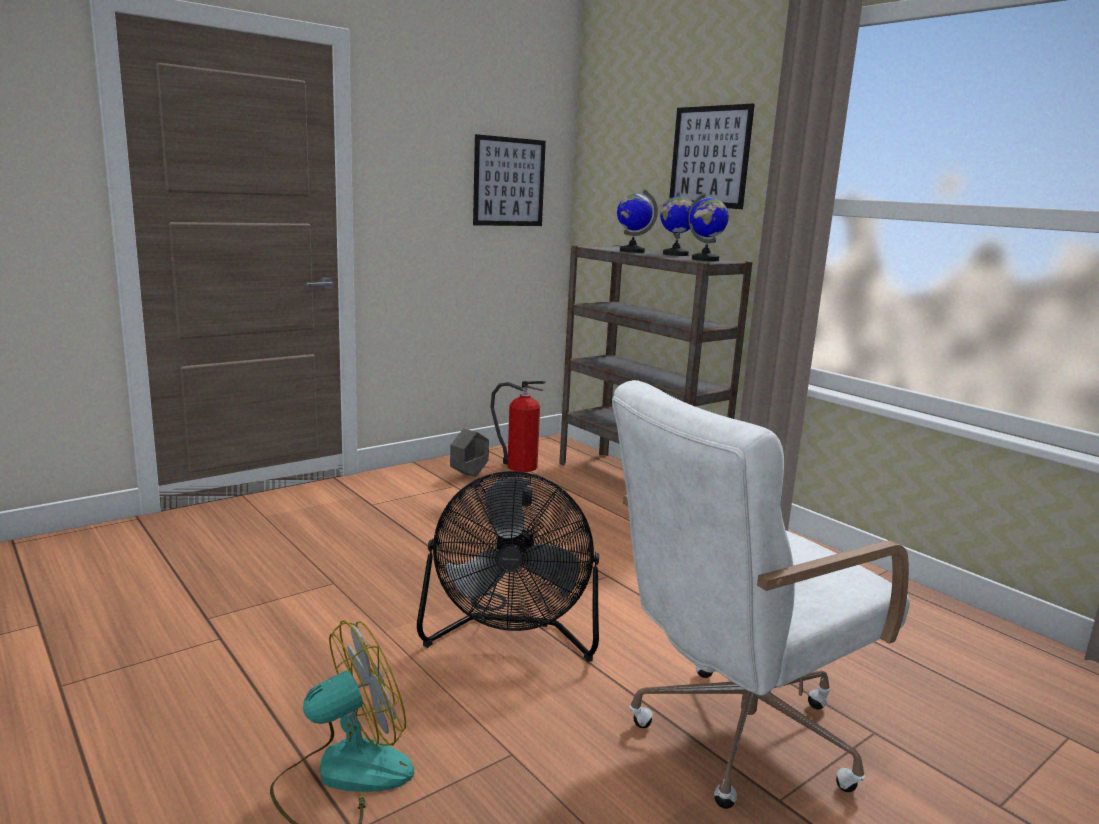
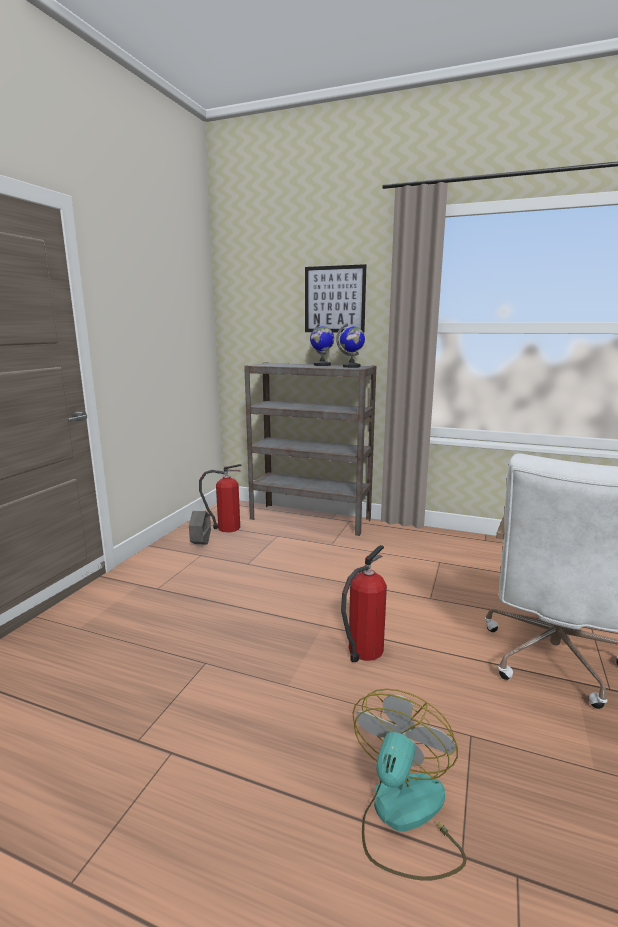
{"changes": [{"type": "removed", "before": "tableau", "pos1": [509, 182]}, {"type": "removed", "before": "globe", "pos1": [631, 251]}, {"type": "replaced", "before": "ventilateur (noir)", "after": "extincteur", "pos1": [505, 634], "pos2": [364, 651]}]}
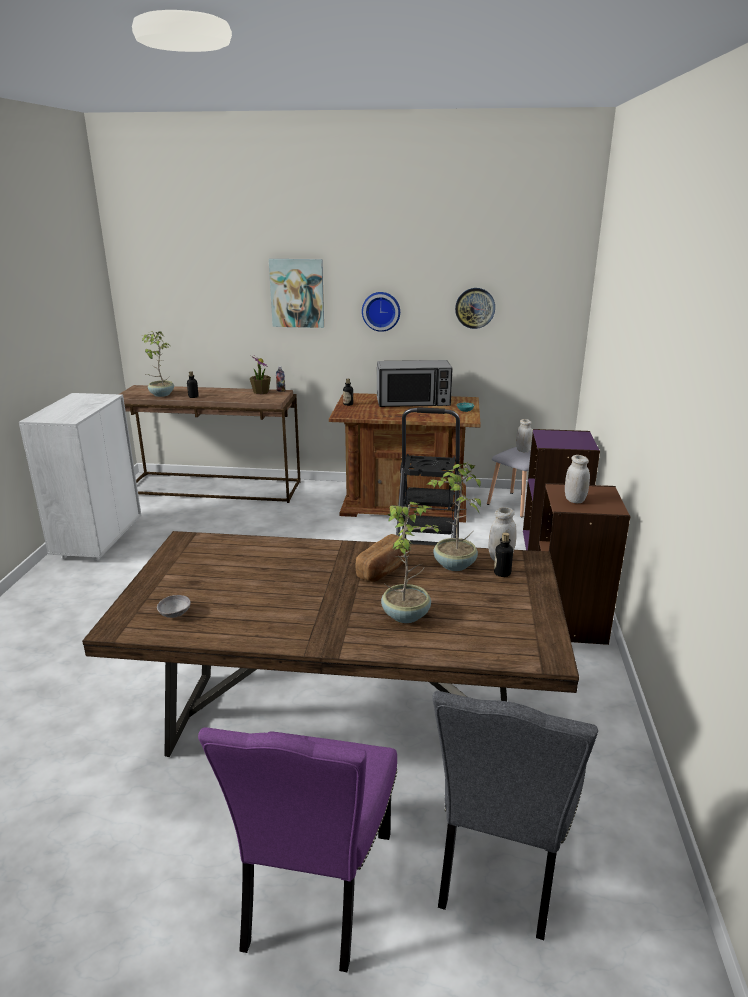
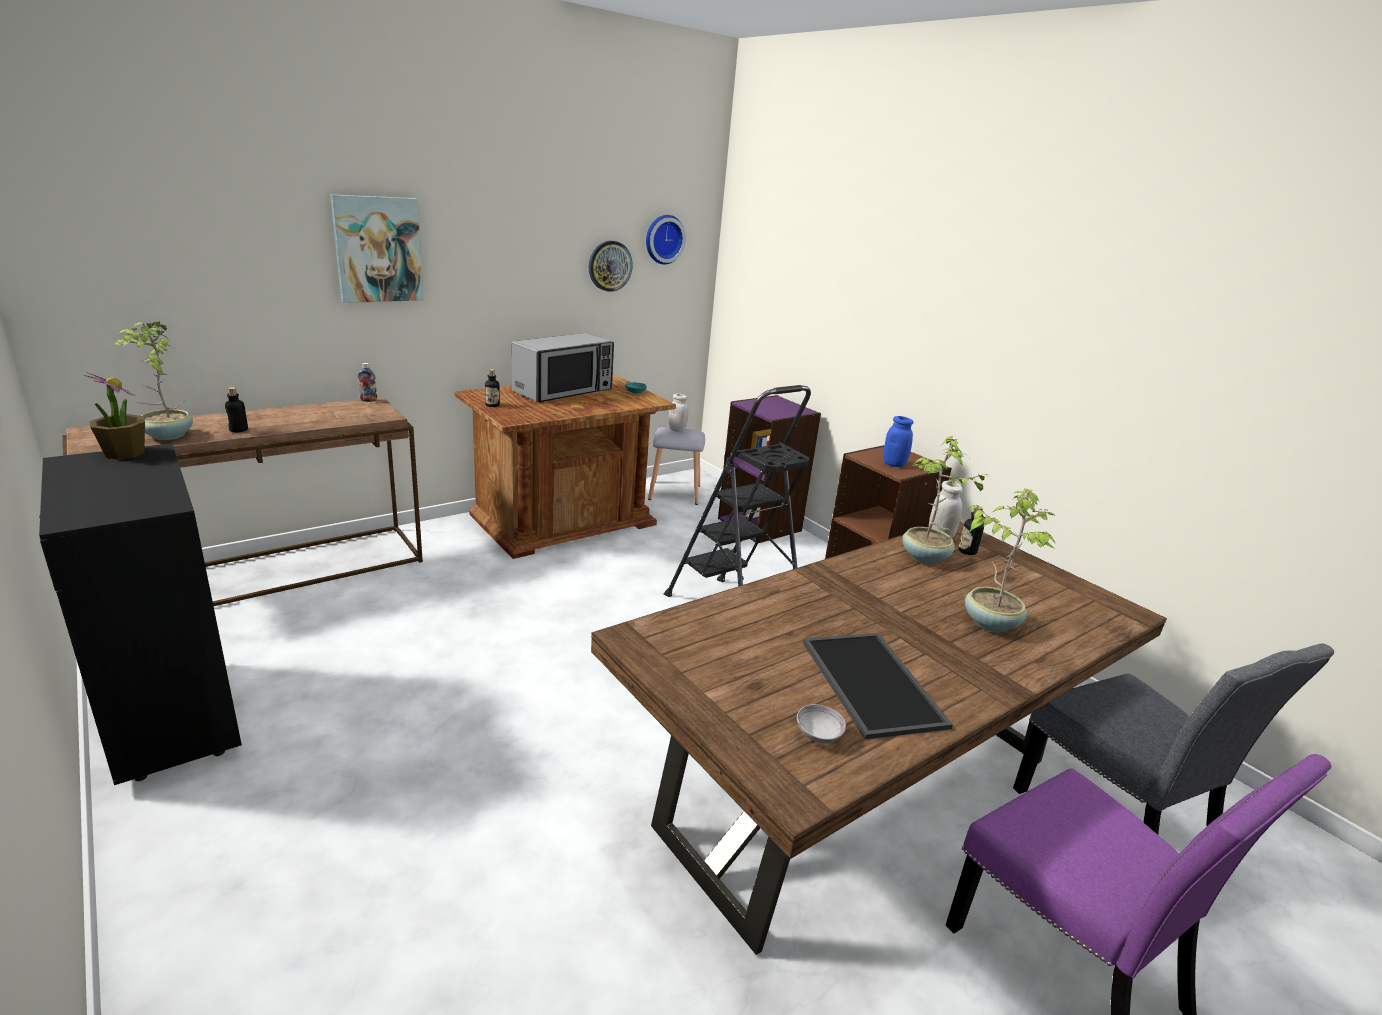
{"changes": [{"type": "moved", "before": "horloge murale", "pos1": [381, 311], "pos2": [663, 239]}, {"type": "moved", "before": "plante en pot", "pos1": [261, 392], "pos2": [124, 453]}, {"type": "recoloured", "before": "meuble de rangement (blanc)", "after": "meuble de rangement (noir)", "pos1": [98, 540], "pos2": [172, 721]}, {"type": "recoloured", "before": "bocal (blanc)", "after": "bocal (bleu)", "pos1": [574, 500], "pos2": [894, 464]}, {"type": "removed", "before": "pain", "pos1": [384, 569]}, {"type": "added", "after": "plateau", "pos2": [868, 682]}]}
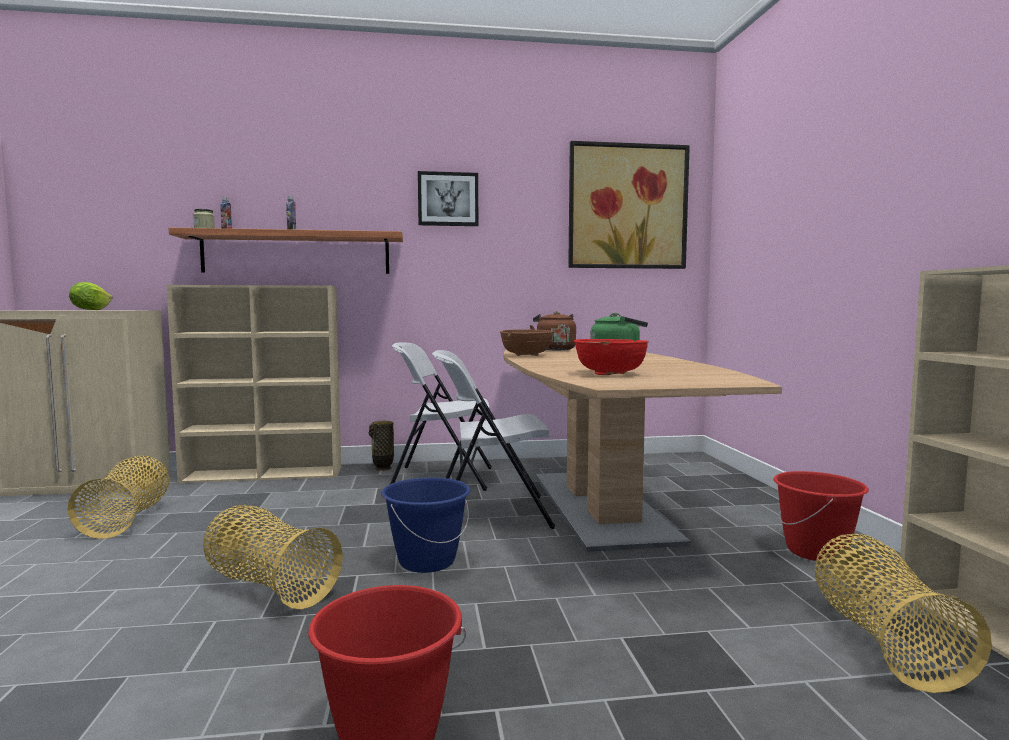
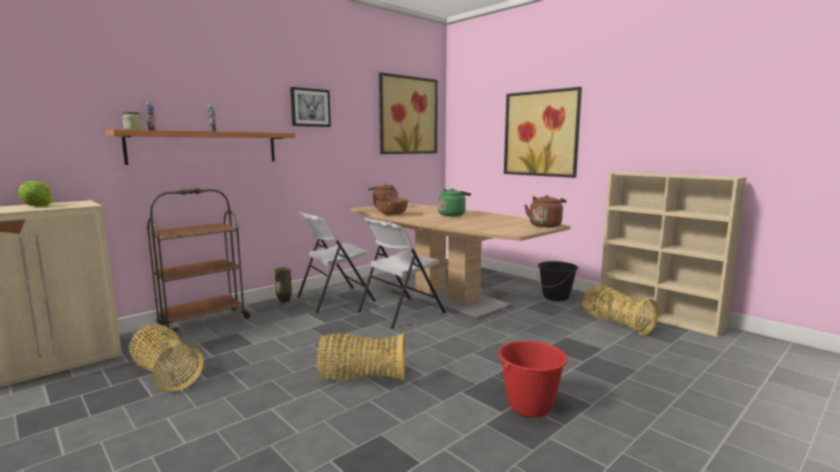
{"changes": [{"type": "replaced", "before": "bibliothèque (beige)", "after": "chariot (marron)", "pos1": [265, 474], "pos2": [203, 322]}, {"type": "removed", "before": "bol (rouge)", "pos1": [610, 374]}, {"type": "recoloured", "before": "seau (rouge)", "after": "seau (noir)", "pos1": [816, 551], "pos2": [556, 297]}, {"type": "removed", "before": "seau (bleu)", "pos1": [426, 561]}, {"type": "added", "after": "tableau", "pos2": [541, 133]}, {"type": "added", "after": "bouilloire (marron)", "pos2": [545, 225]}]}
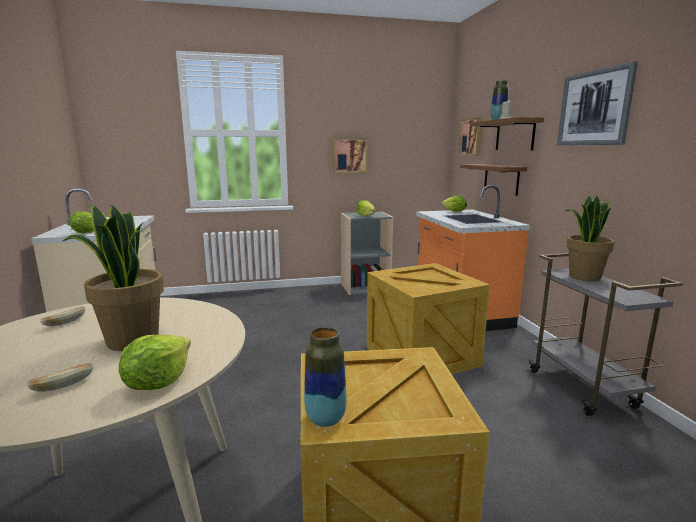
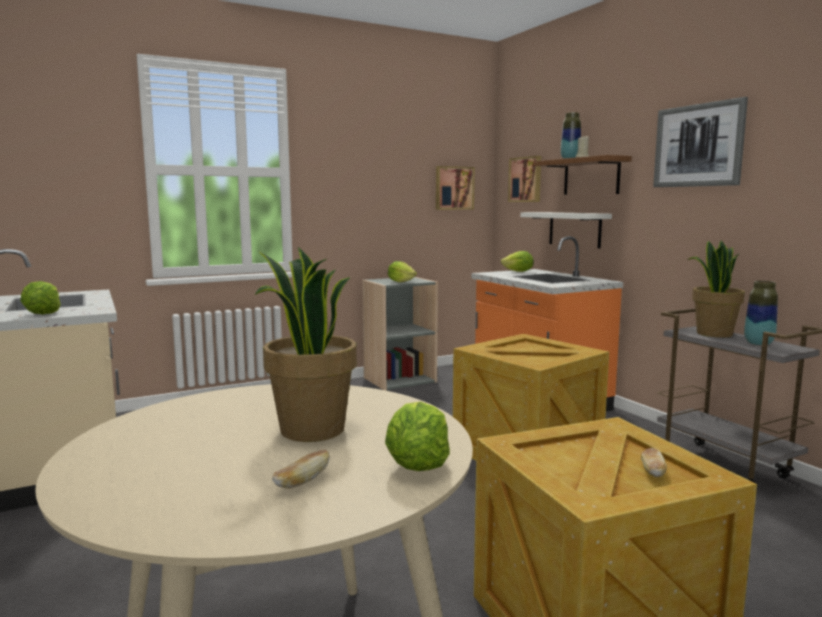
{"changes": [{"type": "moved", "before": "tableau", "pos1": [349, 155], "pos2": [453, 188]}, {"type": "recoloured", "before": "étagère (marron)", "after": "étagère (blanc)", "pos1": [501, 179], "pos2": [574, 229]}, {"type": "moved", "before": "pain", "pos1": [65, 323], "pos2": [652, 472]}, {"type": "moved", "before": "vase", "pos1": [325, 419], "pos2": [758, 343]}]}
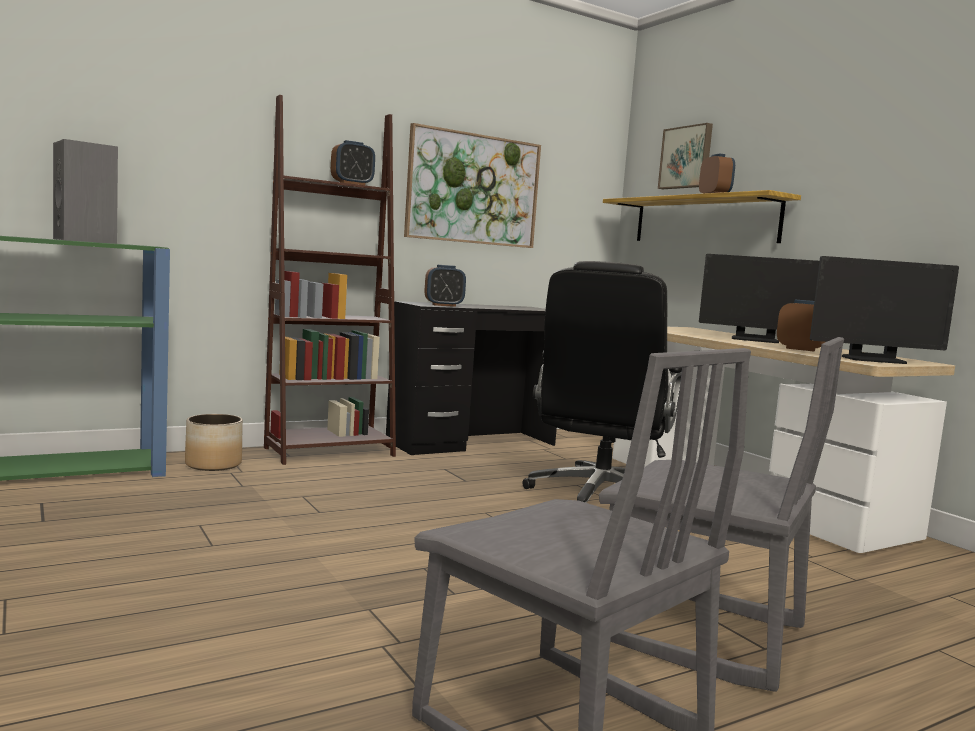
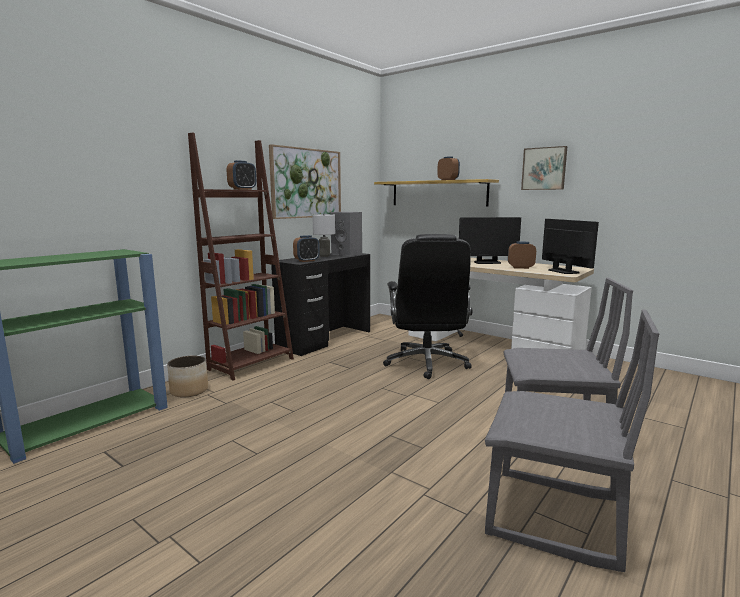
{"changes": [{"type": "moved", "before": "tableau", "pos1": [686, 157], "pos2": [544, 168]}, {"type": "moved", "before": "enceinte (gris)", "pos1": [86, 241], "pos2": [347, 254]}, {"type": "turned", "before": "écran d'ordinateur", "pos1": [873, 360], "pos2": [563, 271], "turn": -90}, {"type": "added", "after": "lampe de table (blanc)", "pos2": [324, 256]}]}
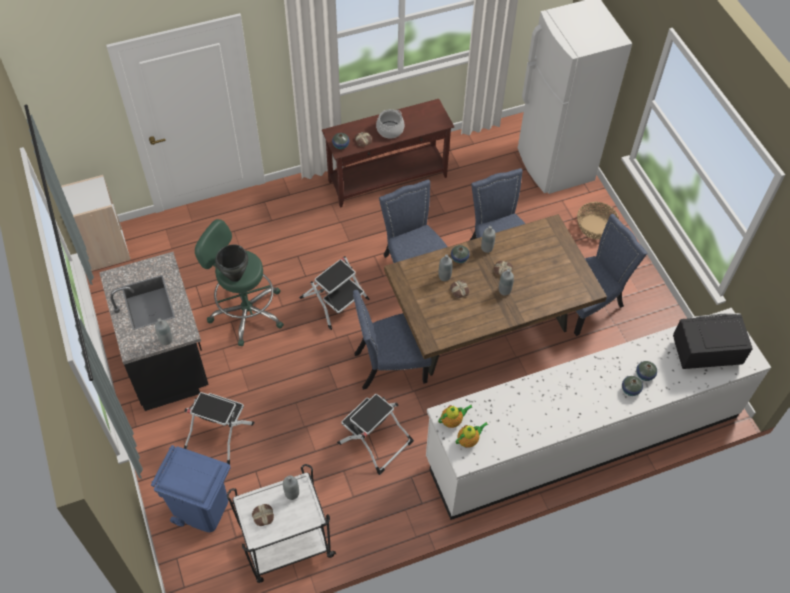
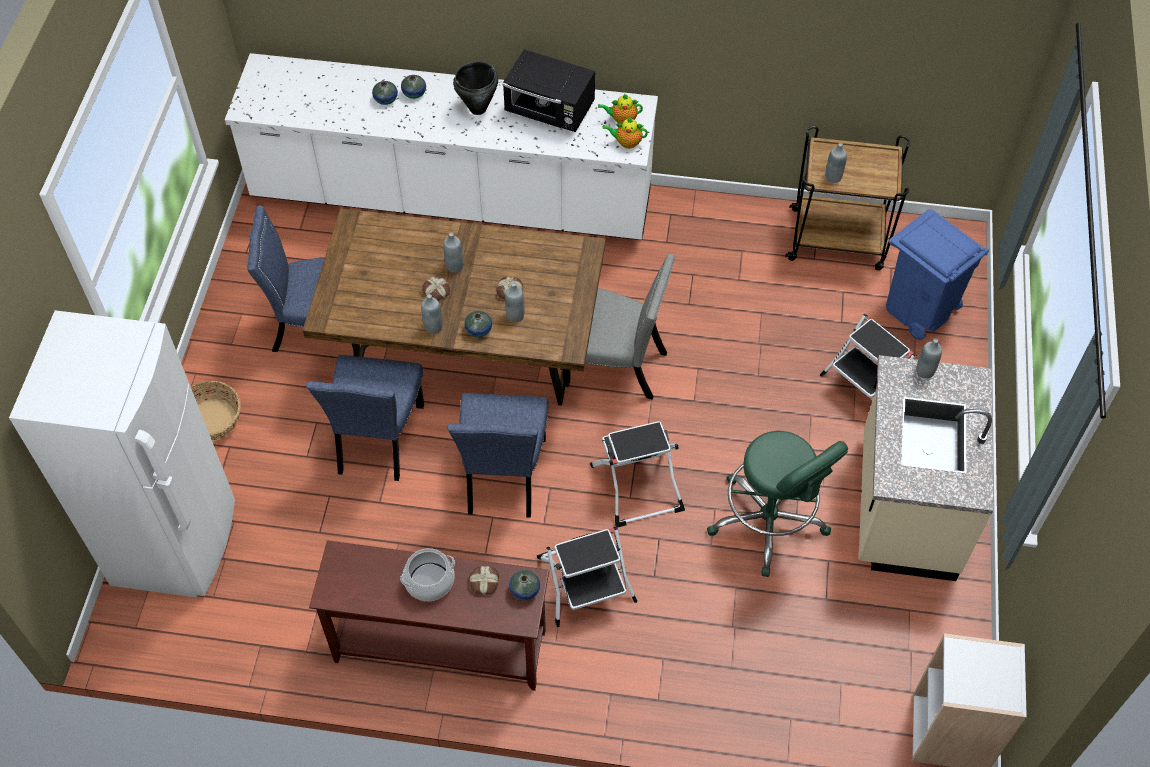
{"changes": [{"type": "moved", "before": "marmite (noir)", "pos1": [234, 276], "pos2": [478, 108]}, {"type": "recoloured", "before": "comptoir de cuisine (noir)", "after": "comptoir de cuisine (beige)", "pos1": [167, 358], "pos2": [904, 506]}, {"type": "recoloured", "before": "chaise (bleu)", "after": "chaise (gris)", "pos1": [391, 365], "pos2": [614, 365]}, {"type": "moved", "before": "micro-ondes (noir)", "pos1": [704, 352], "pos2": [550, 111]}, {"type": "moved", "before": "escabeau", "pos1": [375, 439], "pos2": [584, 581]}, {"type": "recoloured", "before": "chariot (blanc)", "after": "chariot (marron)", "pos1": [286, 544], "pos2": [838, 239]}, {"type": "removed", "before": "pain", "pos1": [263, 516]}]}
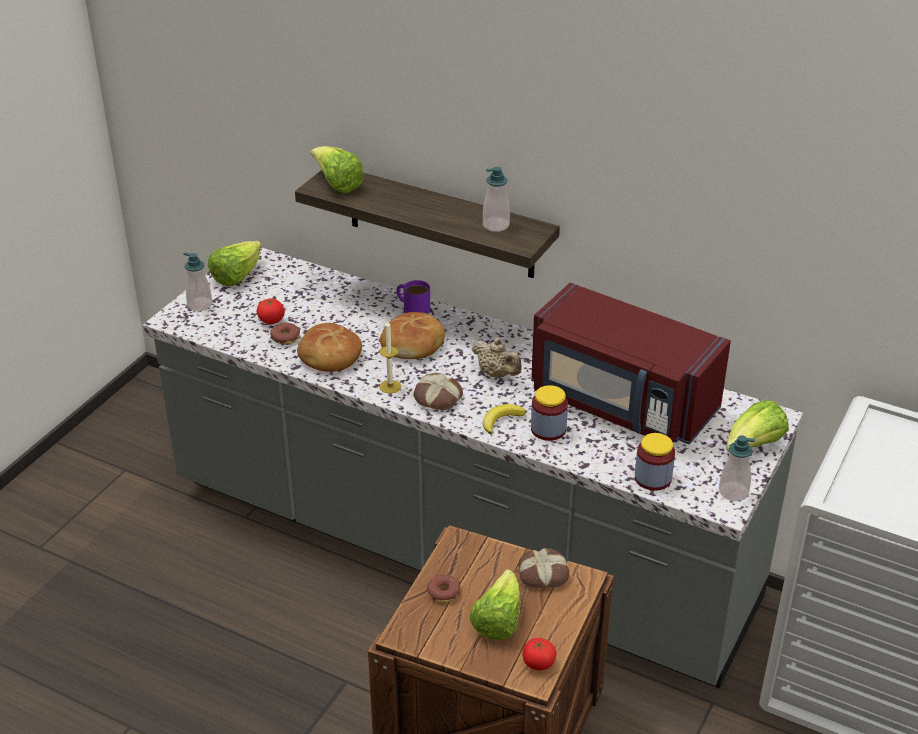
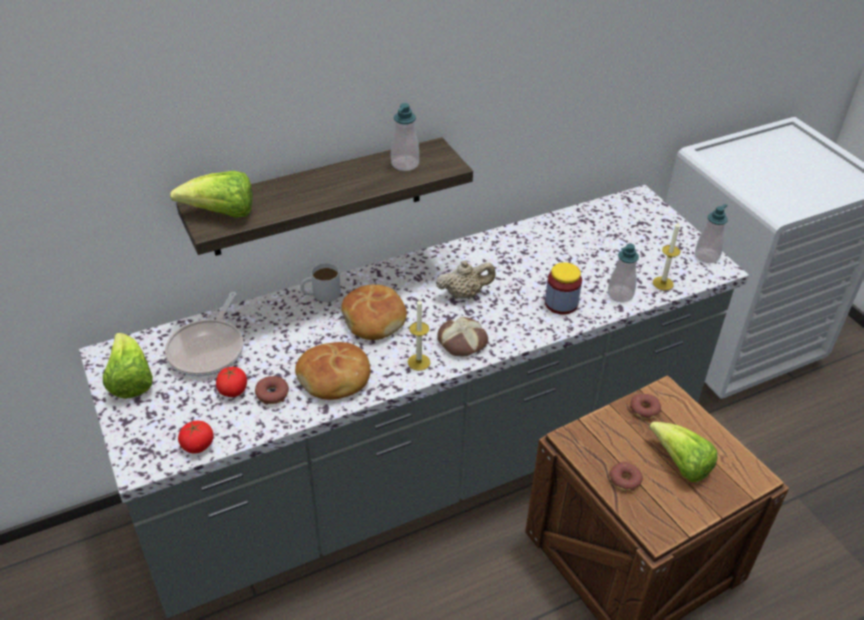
{"changes": [{"type": "moved", "before": "distributeur de savon", "pos1": [200, 305], "pos2": [620, 294]}, {"type": "recoloured", "before": "mug (violet)", "after": "mug (blanc)", "pos1": [412, 307], "pos2": [321, 294]}, {"type": "removed", "before": "micro-ondes (rouge)", "pos1": [621, 403]}, {"type": "removed", "before": "laitue", "pos1": [753, 446]}, {"type": "removed", "before": "banane", "pos1": [501, 420]}, {"type": "replaced", "before": "bocal", "after": "bougie", "pos1": [653, 478], "pos2": [663, 283]}, {"type": "replaced", "before": "pain", "after": "beignet", "pos1": [543, 573], "pos2": [644, 409]}, {"type": "moved", "before": "tomate", "pos1": [538, 663], "pos2": [198, 445]}, {"type": "added", "after": "poêle", "pos2": [208, 349]}]}
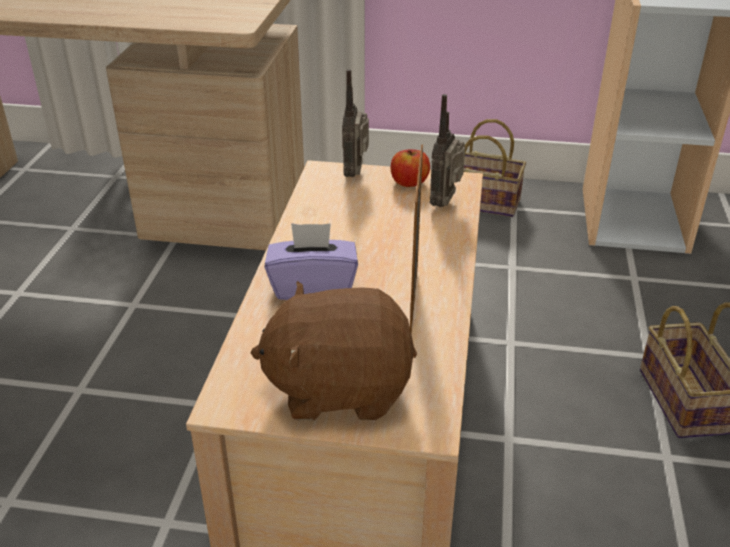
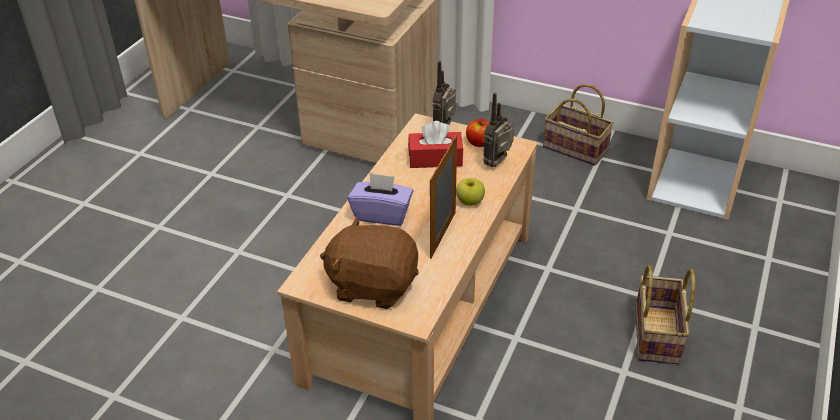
{"changes": [{"type": "added", "after": "boîte à mouchoirs (rouge)", "pos2": [435, 159]}, {"type": "added", "after": "pomme", "pos2": [470, 201]}]}
